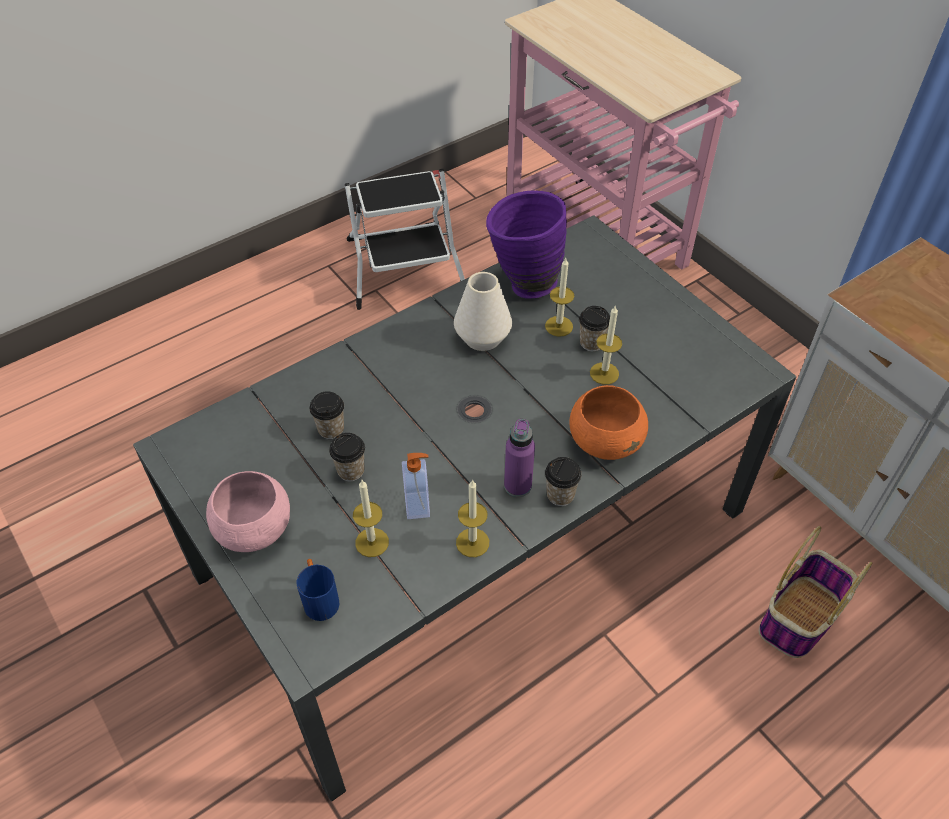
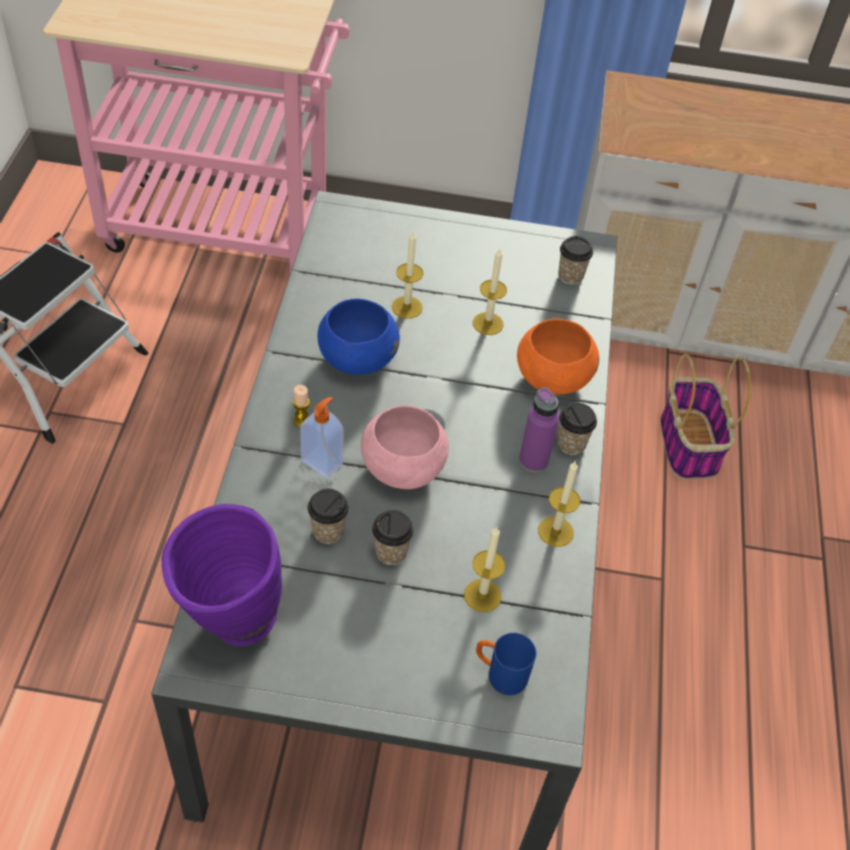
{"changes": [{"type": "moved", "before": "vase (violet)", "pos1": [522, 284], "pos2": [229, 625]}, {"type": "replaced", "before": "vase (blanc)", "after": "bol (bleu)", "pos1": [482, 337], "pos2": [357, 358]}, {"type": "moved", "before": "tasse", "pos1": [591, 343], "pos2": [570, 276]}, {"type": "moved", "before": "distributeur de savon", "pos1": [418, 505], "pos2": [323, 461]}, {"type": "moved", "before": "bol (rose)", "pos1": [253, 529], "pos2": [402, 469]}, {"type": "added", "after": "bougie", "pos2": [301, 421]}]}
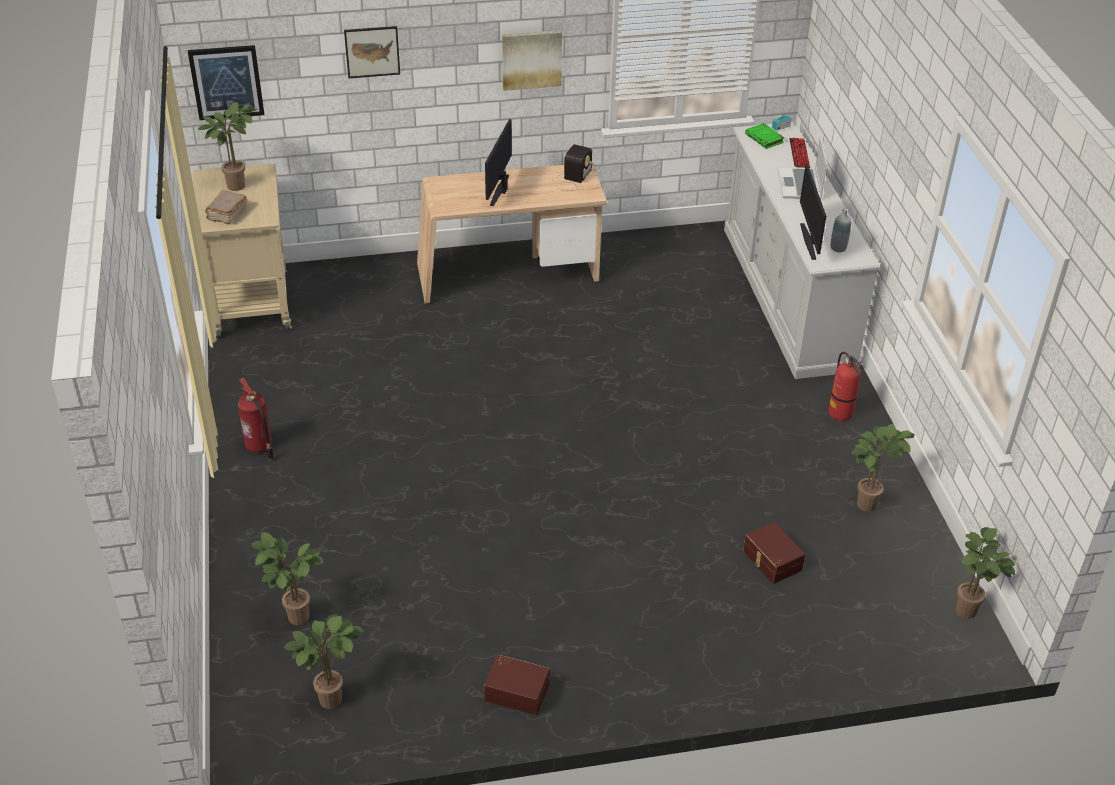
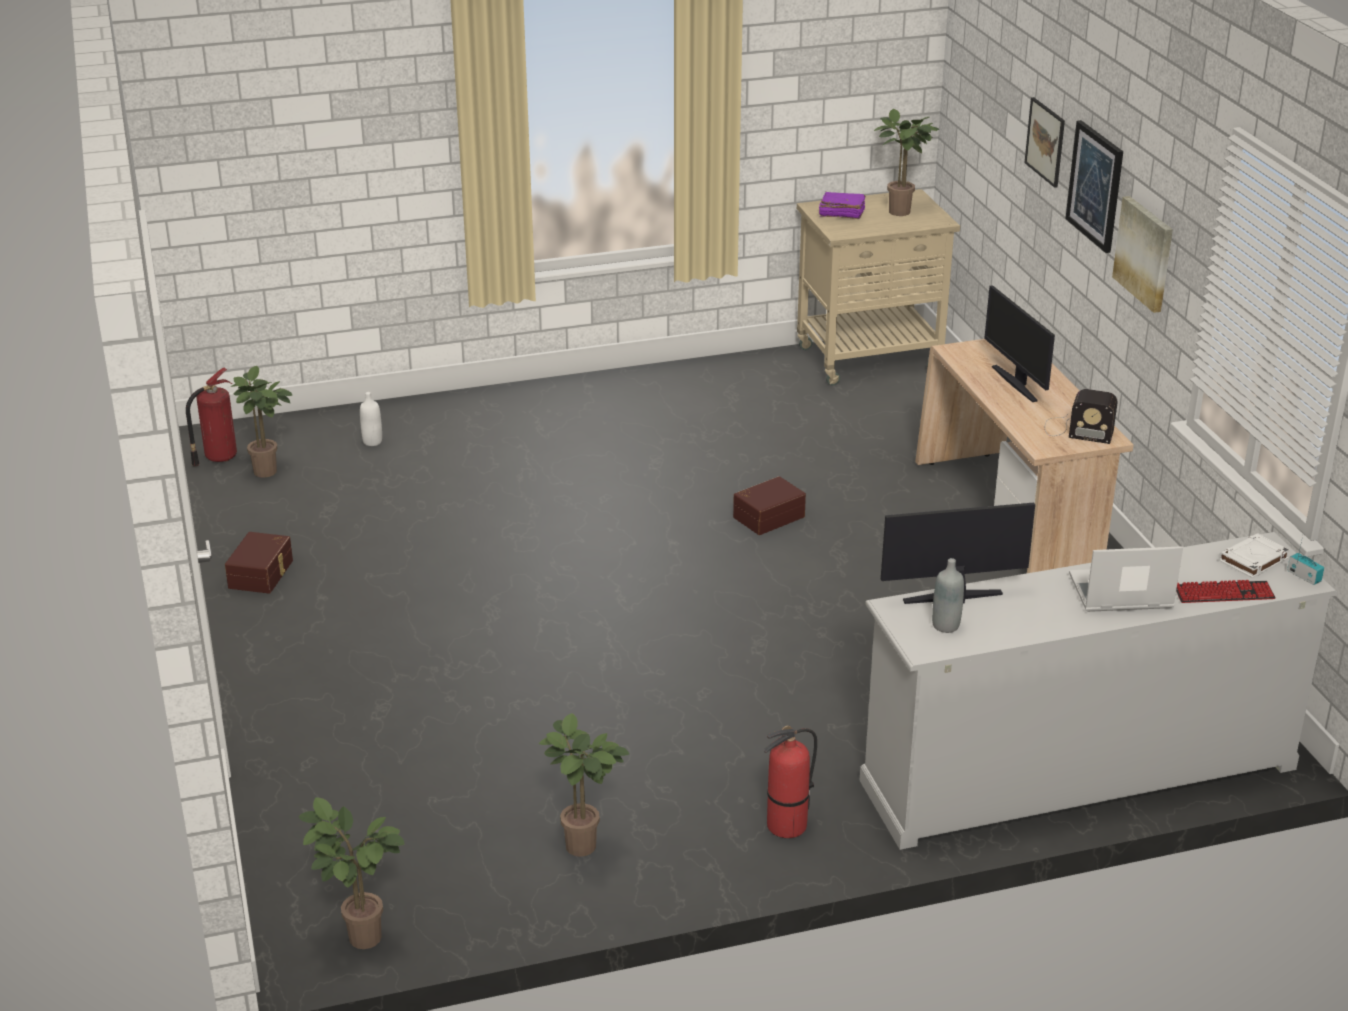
{"changes": [{"type": "moved", "before": "tableau", "pos1": [226, 82], "pos2": [1095, 186]}, {"type": "turned", "before": "écran d'ordinateur", "pos1": [501, 190], "pos2": [1016, 383], "turn": -120}, {"type": "recoloured", "before": "livre (vert)", "after": "livre (blanc)", "pos1": [764, 138], "pos2": [1253, 560]}, {"type": "recoloured", "before": "livre (marron)", "after": "livre (violet)", "pos1": [227, 213], "pos2": [841, 213]}, {"type": "moved", "before": "extincteur", "pos1": [259, 447], "pos2": [218, 457]}, {"type": "moved", "before": "boîte de rangement (marron)", "pos1": [771, 561], "pos2": [767, 516]}, {"type": "replaced", "before": "plante en pot", "after": "bouteille (blanc)", "pos1": [294, 618], "pos2": [372, 442]}]}
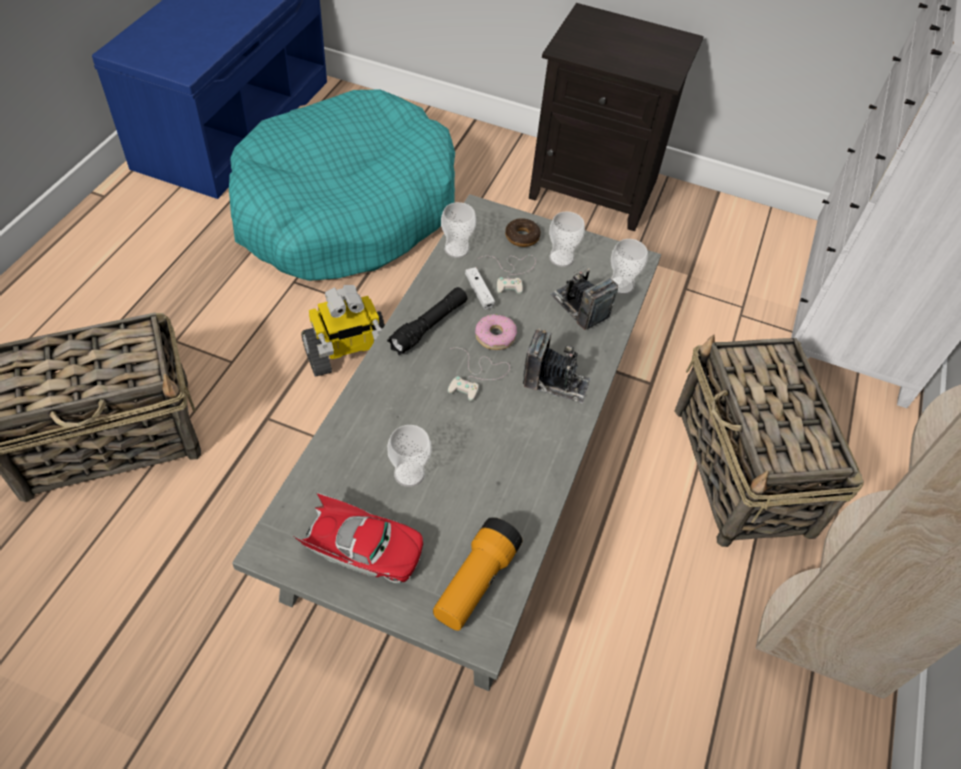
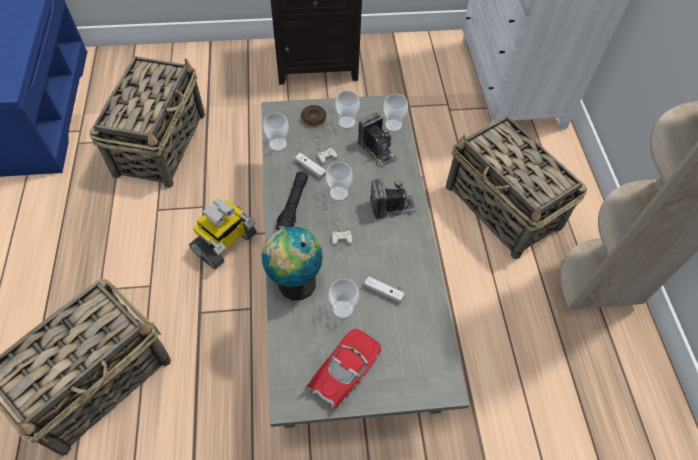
{"changes": [{"type": "replaced", "before": "panier pour chien (turquoise)", "after": "panier", "pos1": [345, 210], "pos2": [161, 143]}, {"type": "turned", "before": "appareil photo", "pos1": [579, 307], "pos2": [377, 151], "turn": -150}, {"type": "replaced", "before": "beignet", "after": "tasse", "pos1": [495, 336], "pos2": [338, 193]}, {"type": "turned", "before": "petite voiture (rouge)", "pos1": [363, 549], "pos2": [345, 372], "turn": -45}, {"type": "removed", "before": "lampe de poche", "pos1": [475, 582]}, {"type": "added", "after": "globe", "pos2": [294, 283]}, {"type": "added", "after": "manette (blanc)", "pos2": [383, 292]}]}
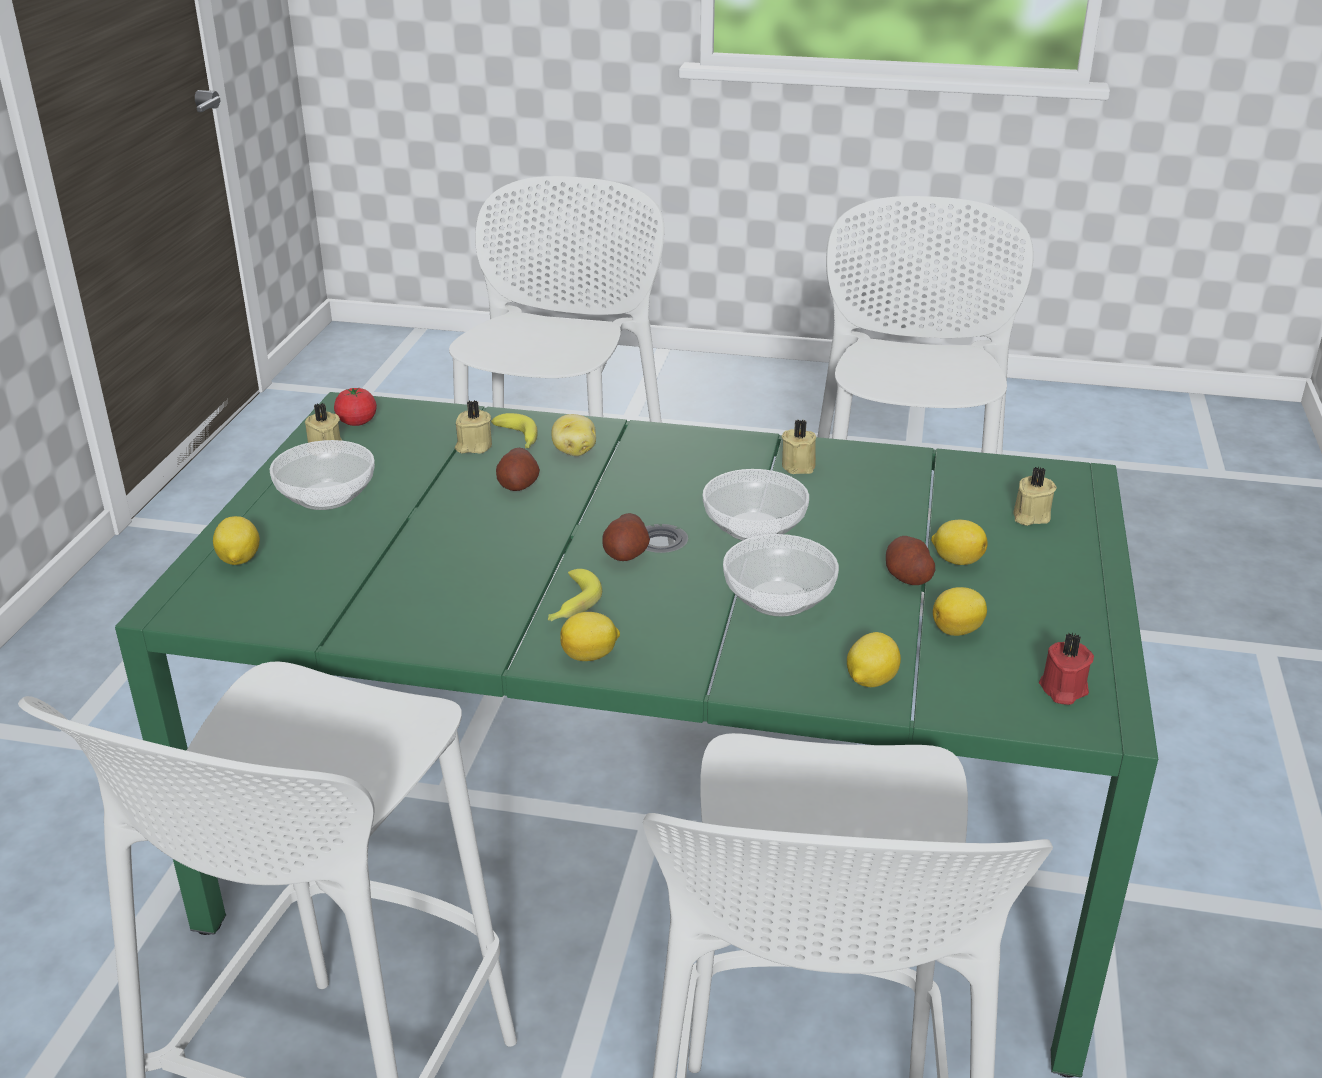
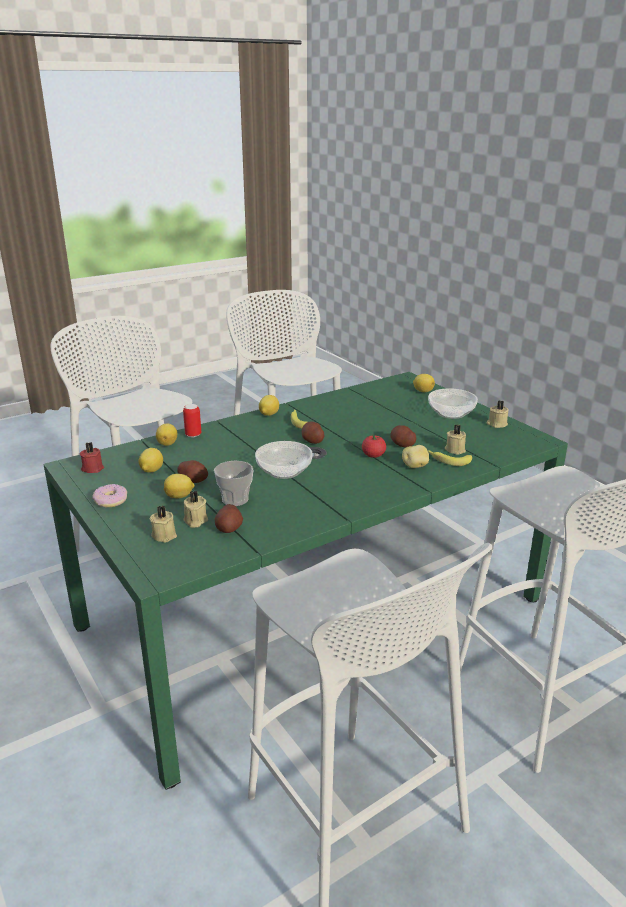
{"changes": [{"type": "moved", "before": "tomate", "pos1": [357, 422], "pos2": [373, 455]}, {"type": "moved", "before": "bougie (beige)", "pos1": [800, 465], "pos2": [195, 521]}, {"type": "removed", "before": "bol", "pos1": [777, 599]}, {"type": "added", "after": "boîte métallique", "pos2": [193, 435]}, {"type": "added", "after": "tasse", "pos2": [235, 499]}, {"type": "added", "after": "beignet", "pos2": [110, 500]}, {"type": "added", "after": "pomme de terre", "pos2": [229, 528]}]}
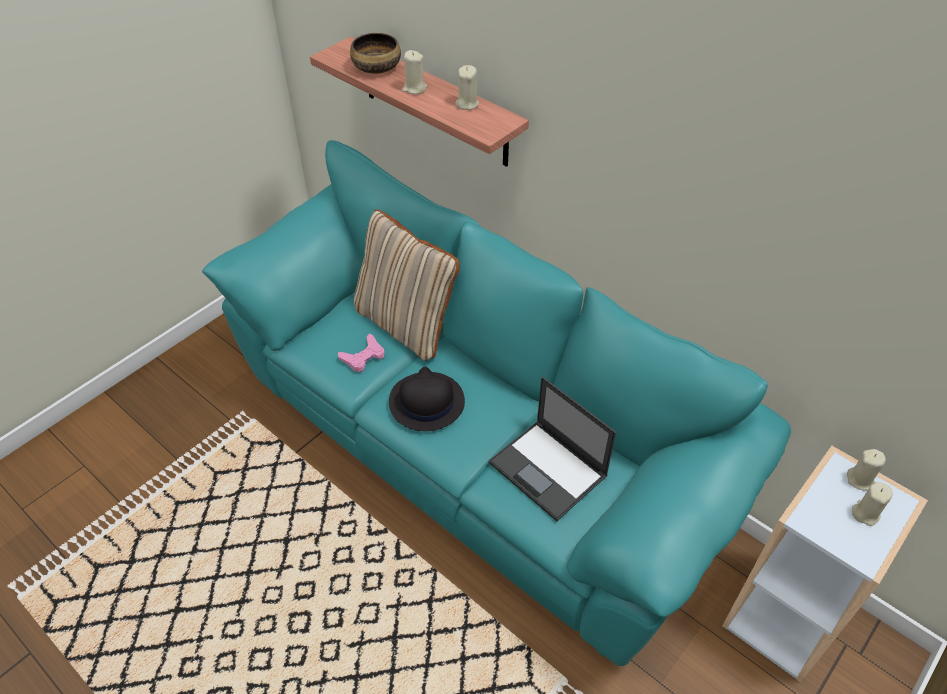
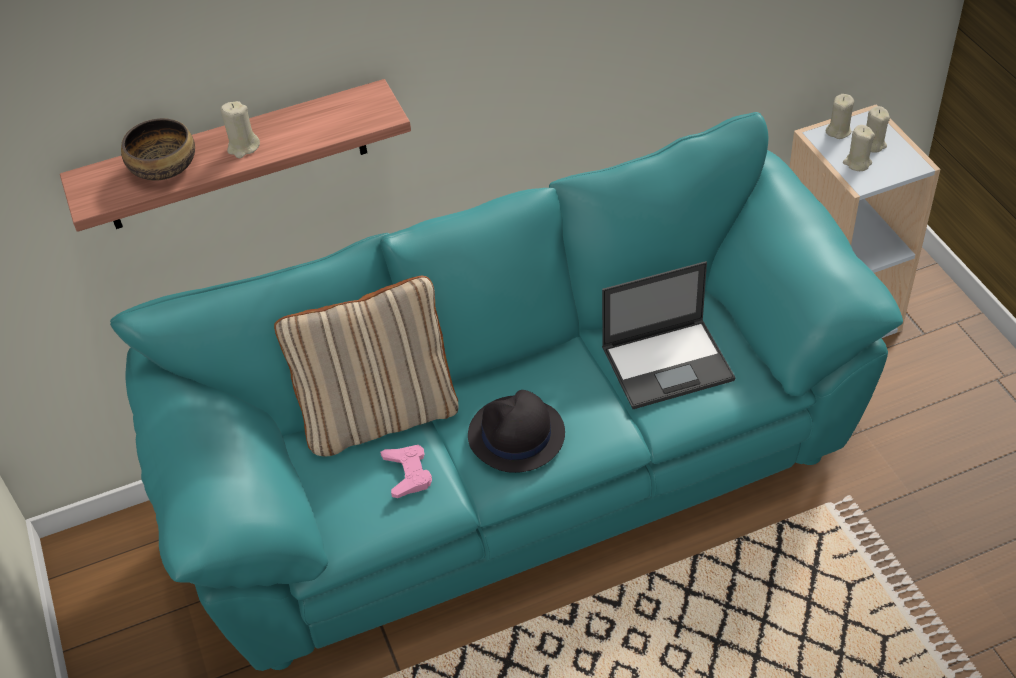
{"changes": [{"type": "moved", "before": "bougie (beige)", "pos1": [467, 104], "pos2": [857, 163]}]}
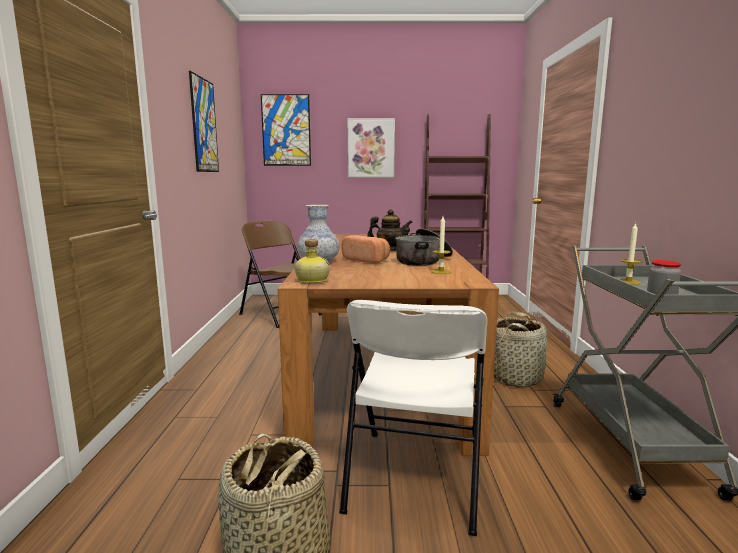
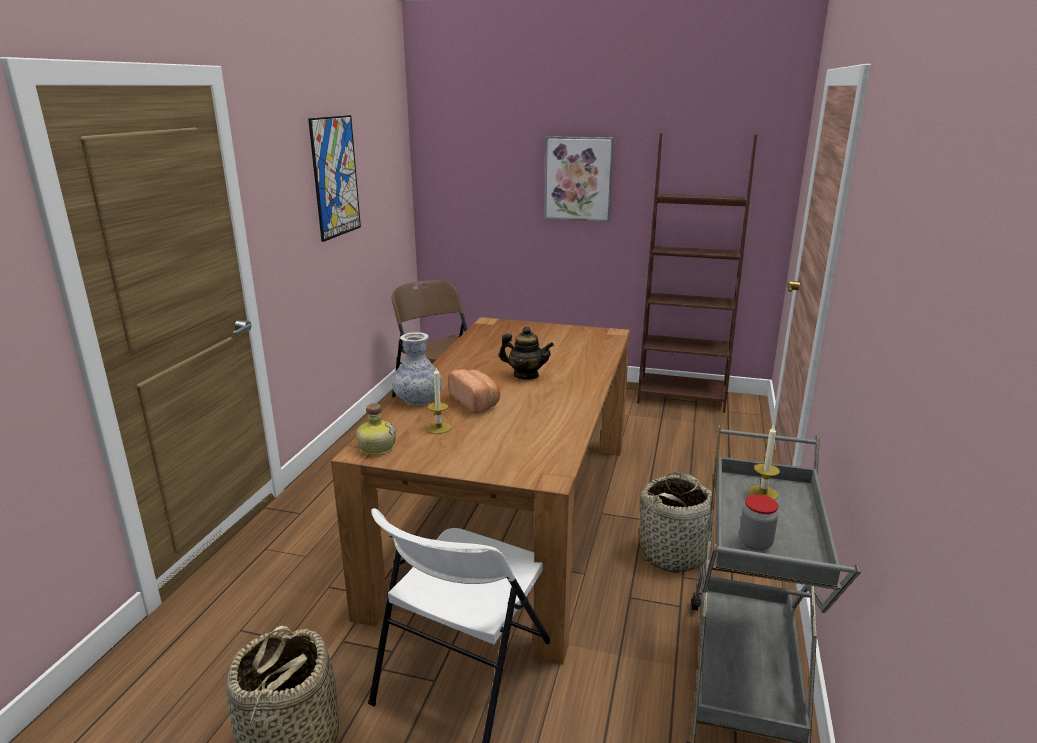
{"changes": [{"type": "removed", "before": "tableau", "pos1": [286, 130]}, {"type": "moved", "before": "bougie", "pos1": [441, 271], "pos2": [439, 428]}, {"type": "removed", "before": "marmite", "pos1": [423, 260]}]}
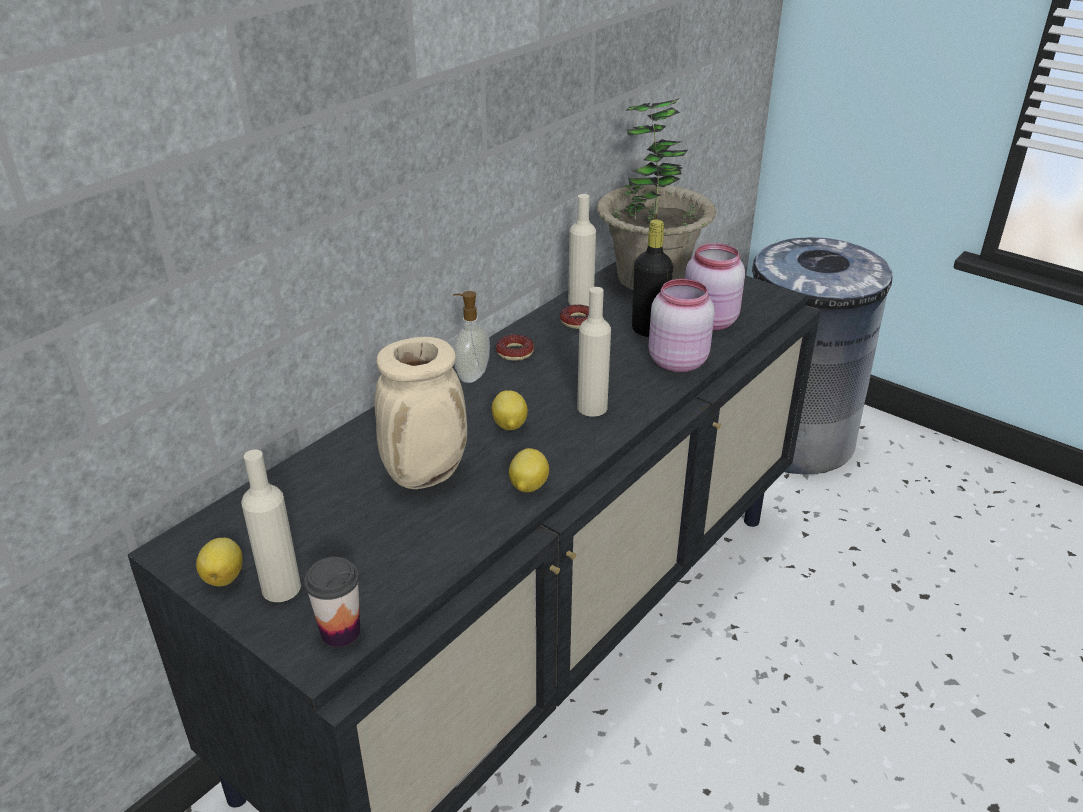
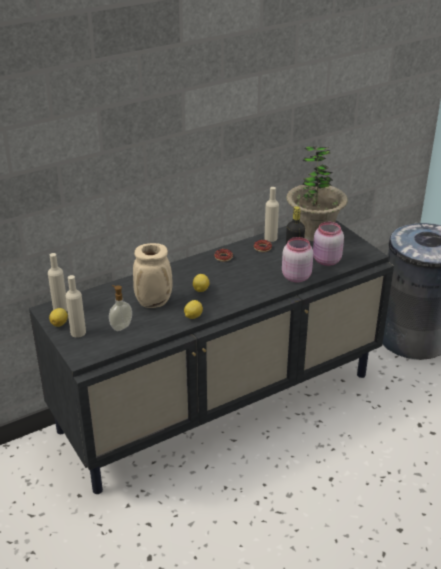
{"changes": [{"type": "moved", "before": "bouteille (beige)", "pos1": [592, 407], "pos2": [60, 309]}, {"type": "moved", "before": "distributeur de savon", "pos1": [471, 375], "pos2": [121, 326]}, {"type": "removed", "before": "tasse", "pos1": [340, 632]}]}
